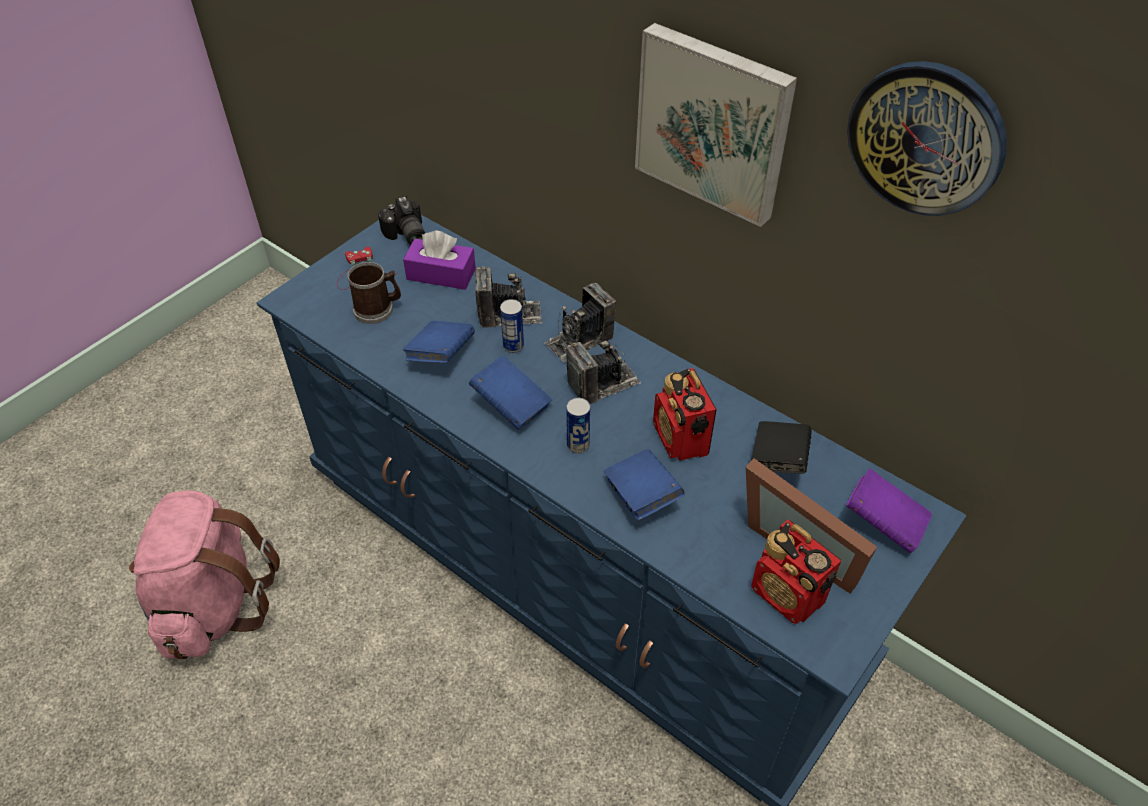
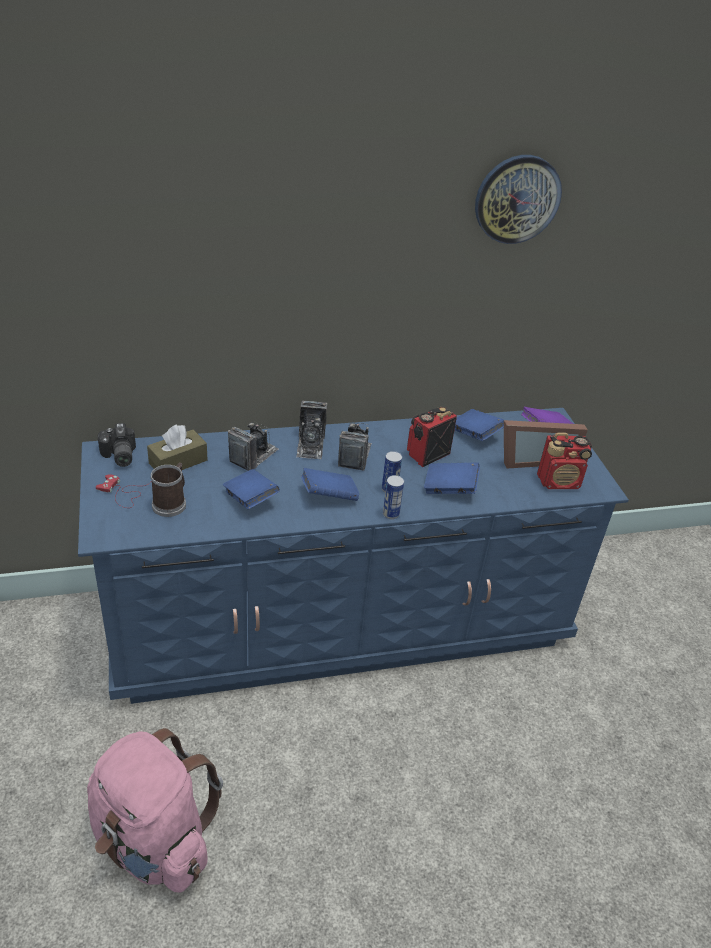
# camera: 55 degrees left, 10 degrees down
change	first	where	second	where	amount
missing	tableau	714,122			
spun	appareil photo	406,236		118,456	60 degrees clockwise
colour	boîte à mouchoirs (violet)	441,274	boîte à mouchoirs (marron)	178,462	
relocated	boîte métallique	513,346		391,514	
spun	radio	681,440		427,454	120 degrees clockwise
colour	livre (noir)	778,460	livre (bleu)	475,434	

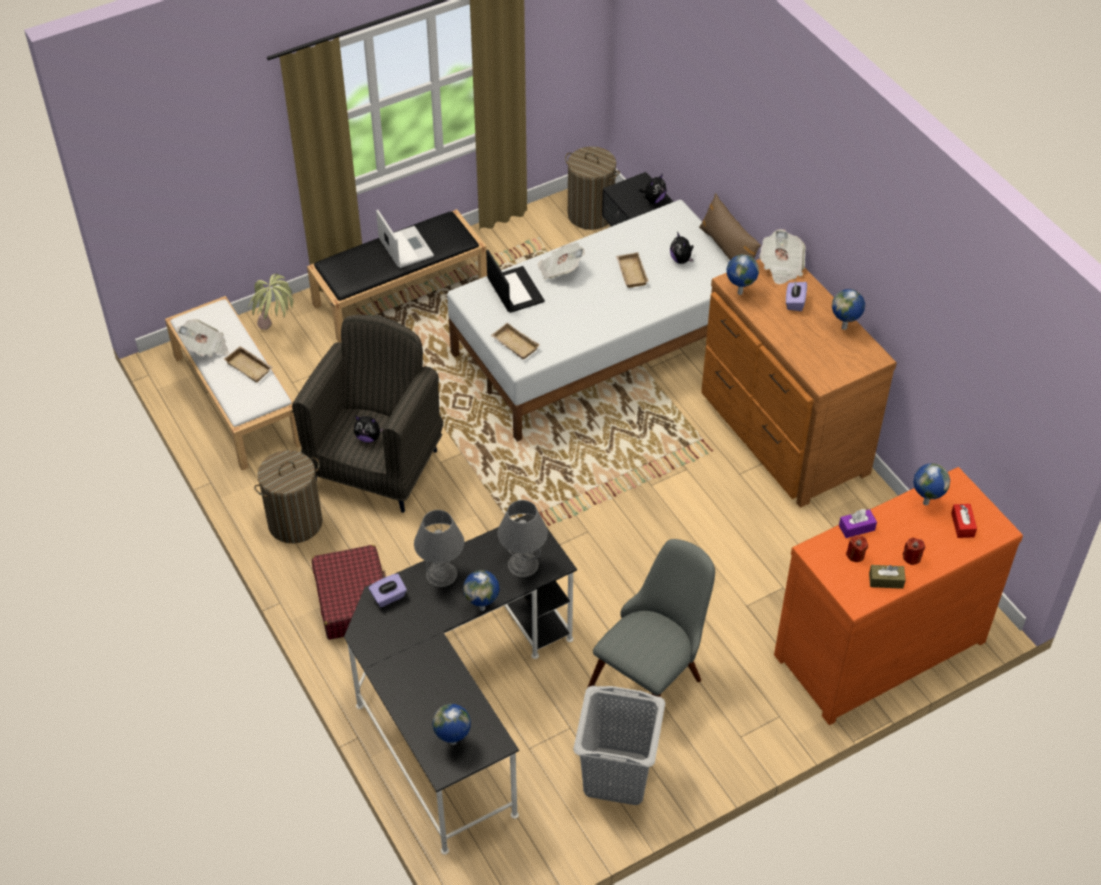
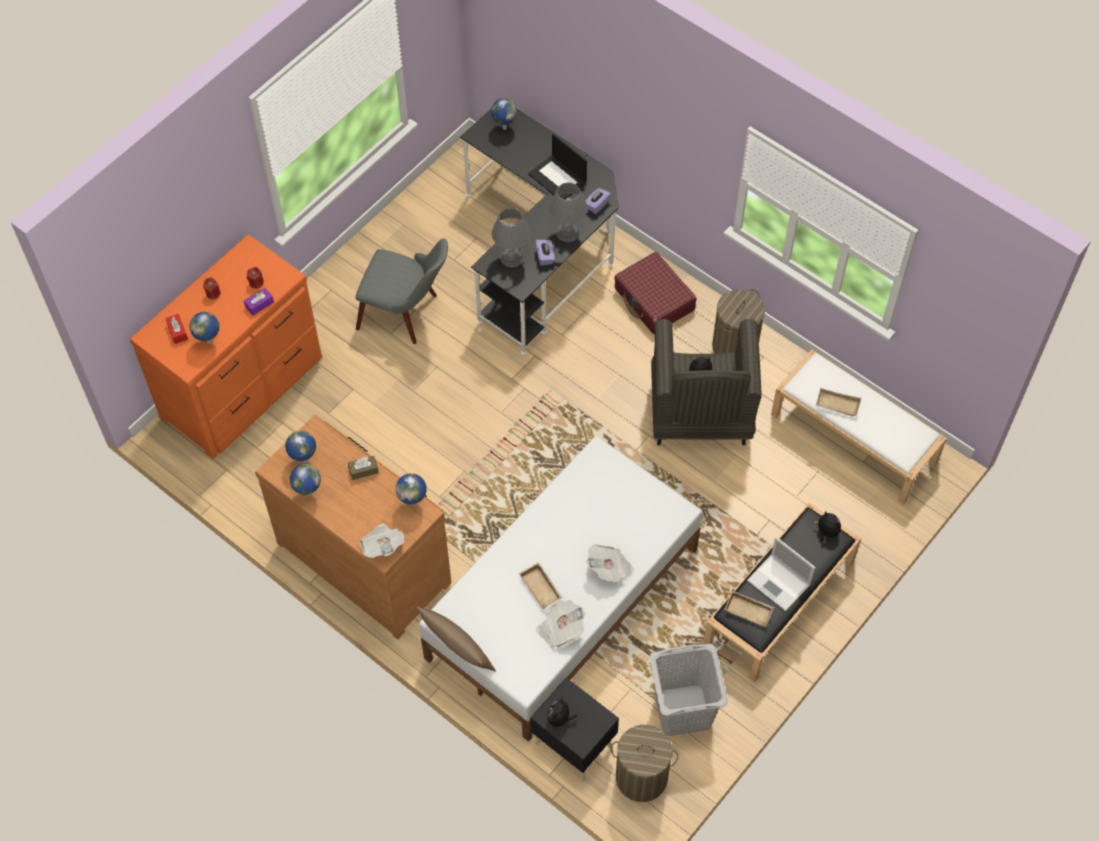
# camera: 160 degrees right, 10 degrees up
change	first	where	second	where	amount
relocated	peluche	681,260		826,532	
relocated	ordinateur portable	514,290		558,178	
missing	plante en pot	277,333			
relocated	boîte à mouchoirs (violet)	794,302		545,257	
relocated	journal	206,348		560,629	
relocated	plateau (beige)	513,344		749,610	
spun	chaise (gris)	653,675		407,313	90 degrees counterclockwise
relocated	boîte à mouchoirs (marron)	886,581		363,470	
relocated	globe	483,608		303,460	
relocated	panier à linge (gris)	617,775		682,710	

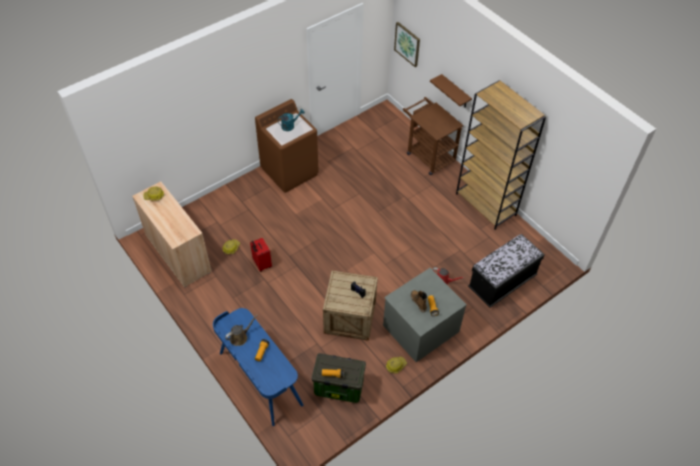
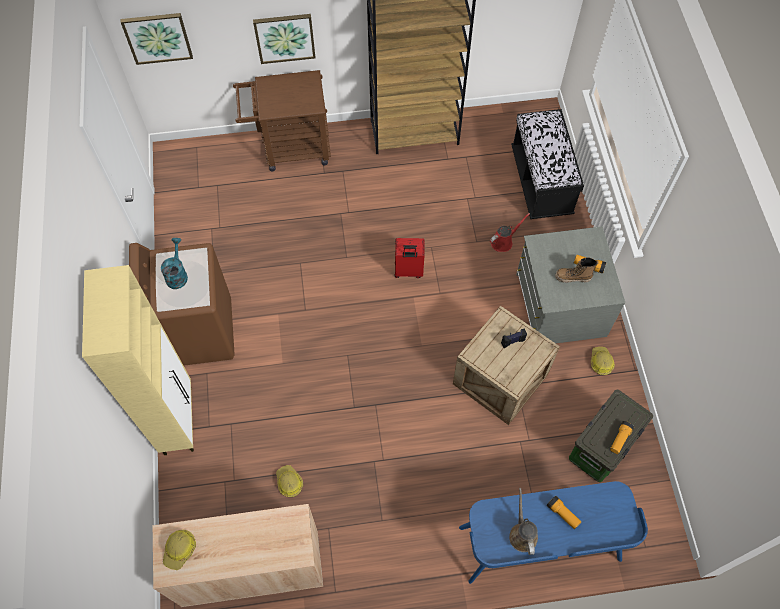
# camera: 60 degrees left, 10 degrees up
change	first	where	second	where	amount
exchanged	étagère (marron)	455,92	tableau	285,37	
relocated	valise (rouge)	261,264		408,271	
appeared			meuble de rangement (beige)	178,419	

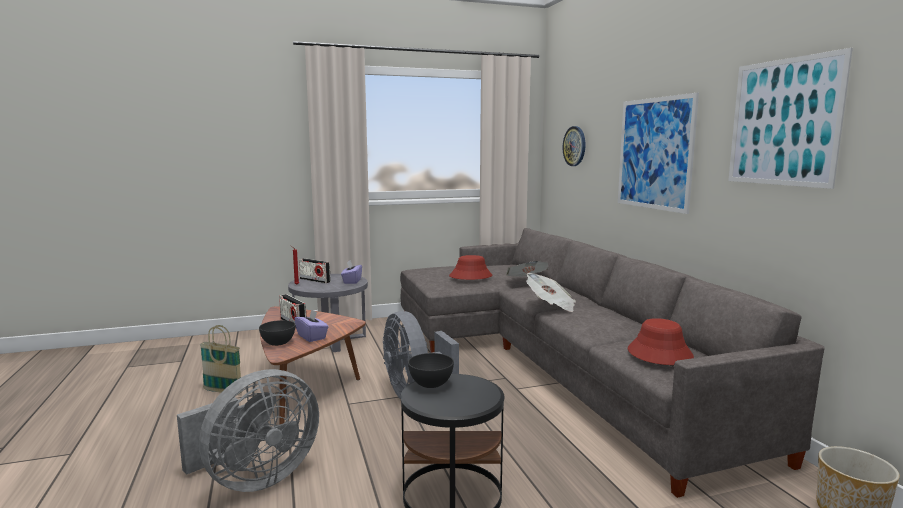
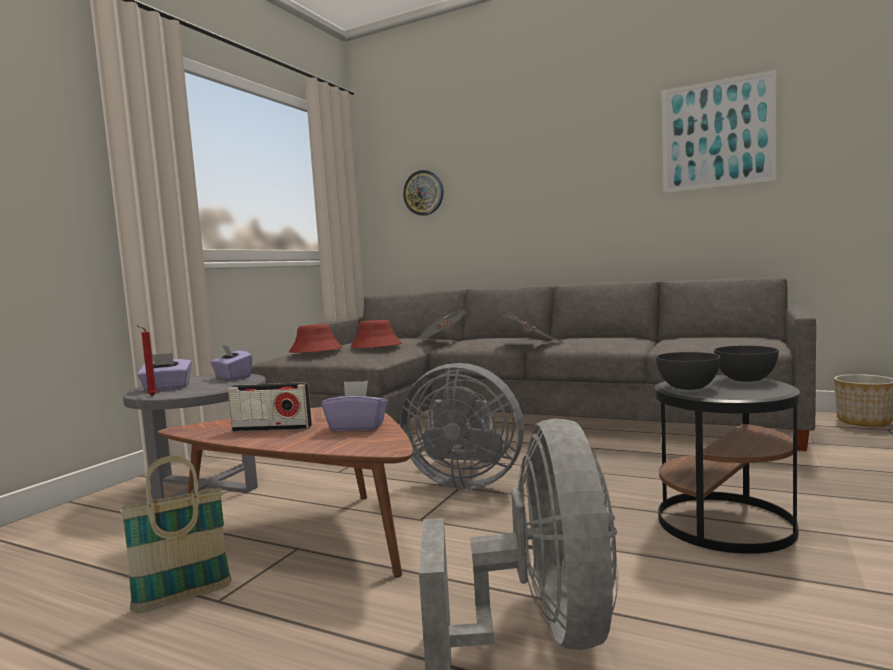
# camera: 45 degrees left, 5 degrees down
change	first	where	second	where	amount
missing	tableau	654,153			
exchanged	radio	315,280	boîte à mouchoirs (violet)	167,388	
relocated	chapeau (rouge)	659,354		315,351	
relocated	bol (gris)	278,343		745,380	

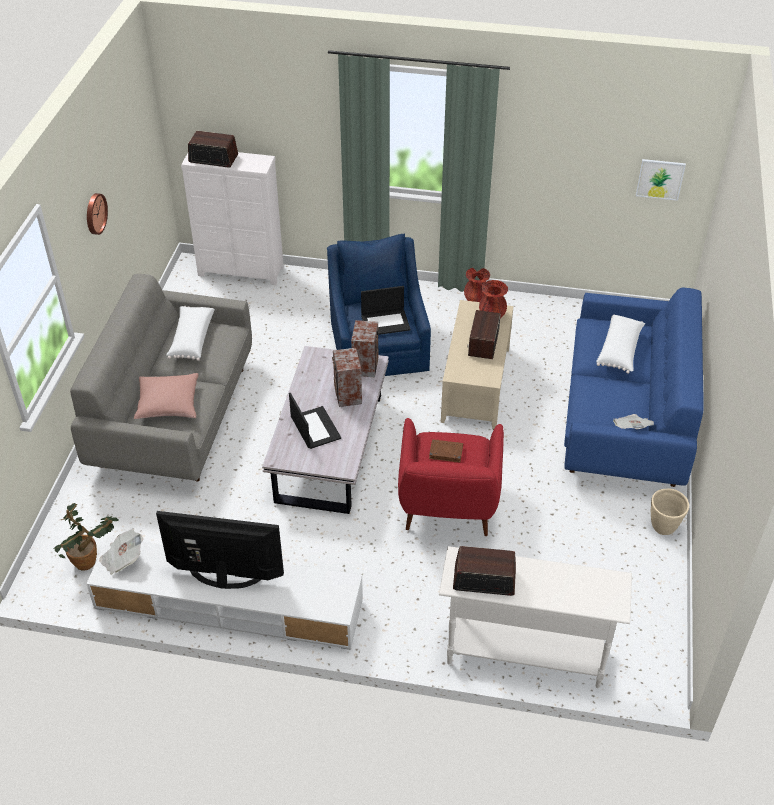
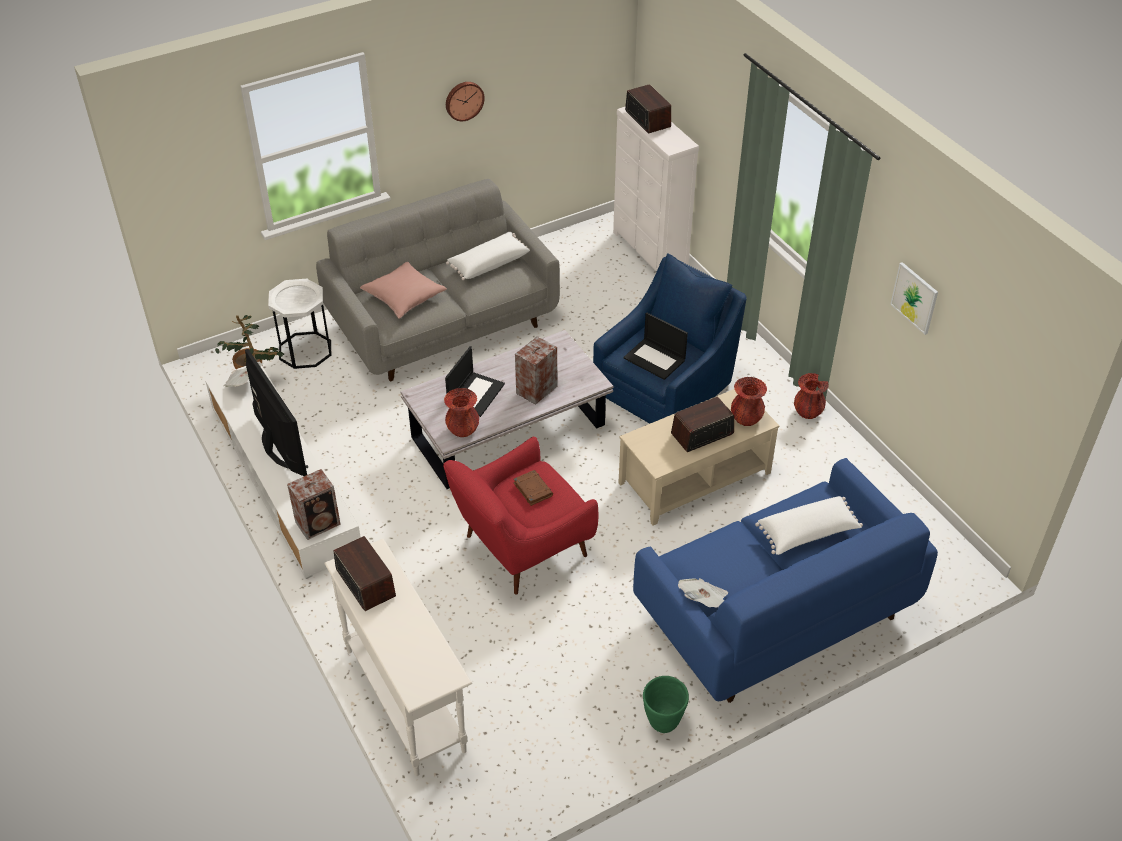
# camera: 50 degrees right, 0 degrees up
change	first	where	second	where	amount
relocated	tableau	660,179		915,297	
relocated	enceinte	366,365		319,523	
colour	cache-pot (beige)	663,527	cache-pot (vert)	663,722	
appeared			table d'appoint (blanc)	305,350	
appeared			vase (rouge)	463,430	

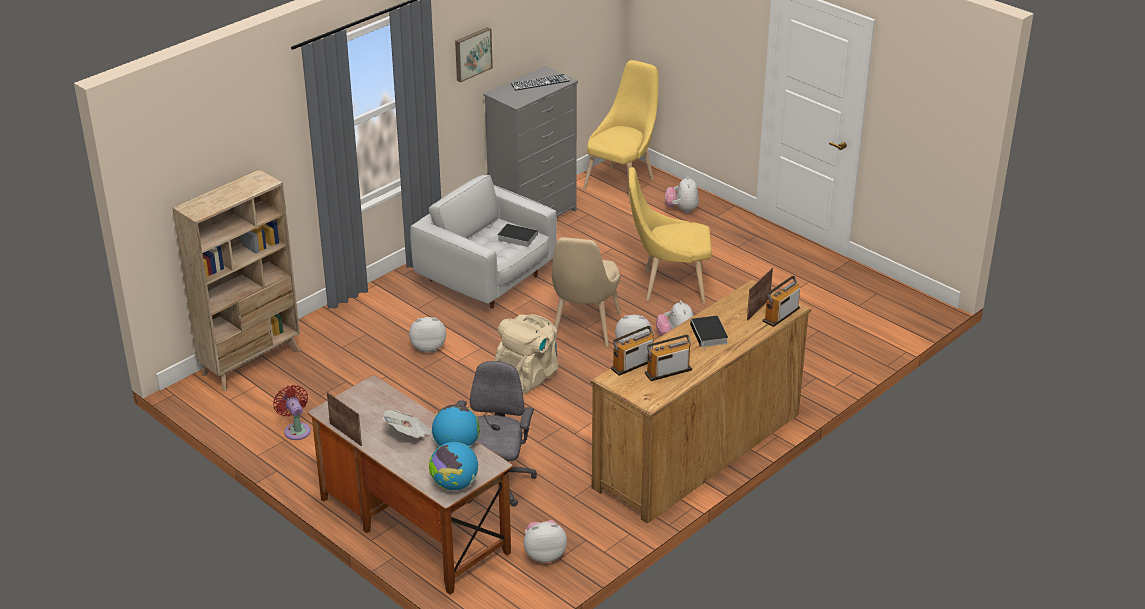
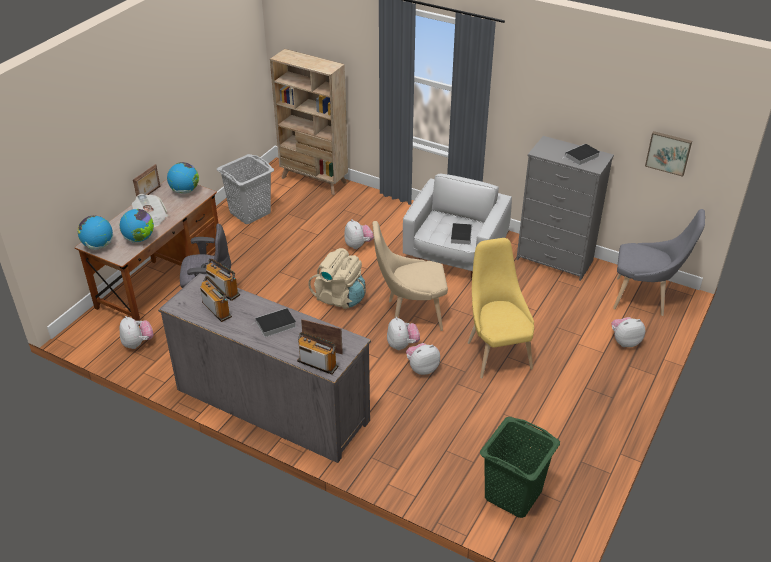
# camera: 75 degrees right, 5 degrees up
change	first	where	second	where	amount
relocated	tableau	472,53		668,152	
colour	chaise (jaune)	622,182	chaise (gris)	644,298	
exchanged	clavier	540,82	livre	581,157	
colour	commode (marron)	697,450	commode (gris)	272,405	
exchanged	ventilateur (rouge)	296,429	panier à linge (gris)	249,212	
appeared			globe	185,191	
appeared			panier à linge (vert)	512,494	

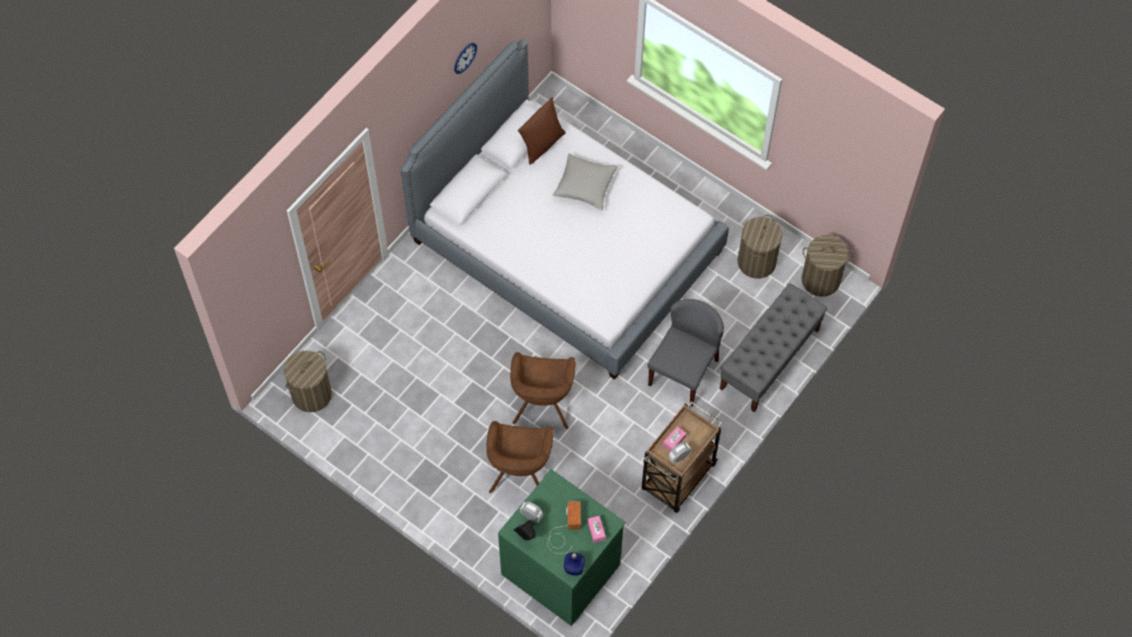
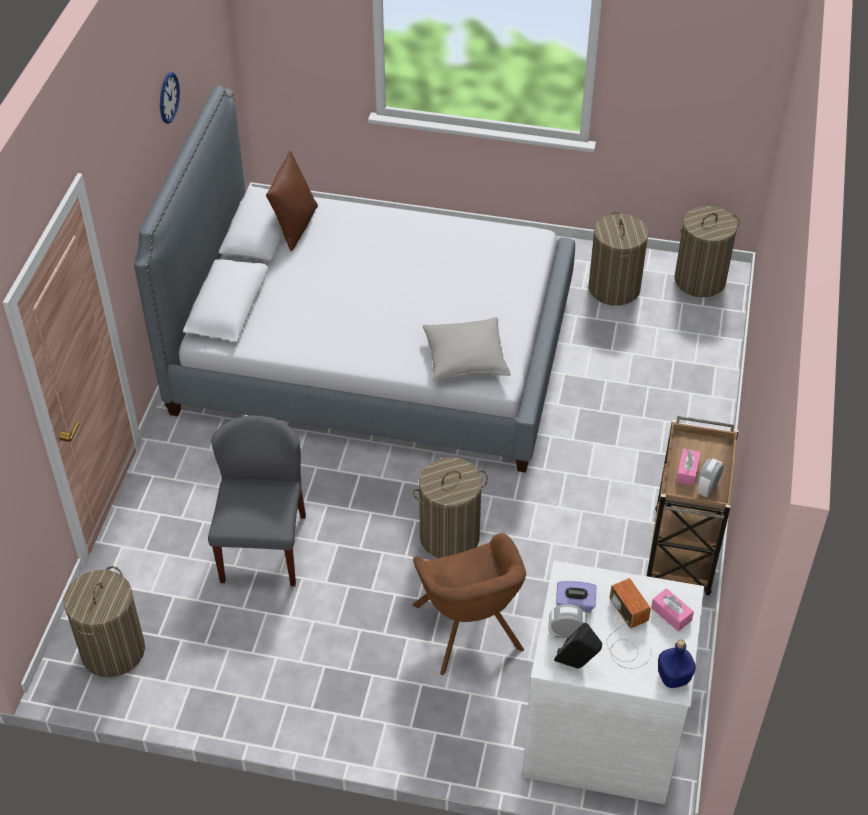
# camera: 25 degrees left, 15 degrees down
change	first	where	second	where	amount
relocated	coussin (gris)	585,186		465,359	
missing	banc (gris)	769,359			
relocated	chaise (gris)	683,372		263,547	
exchanged	fauteuil (marron)	542,404	panier à linge	449,537	
colour	commode (vert)	561,568	commode (blanc)	602,731	
appeared			boîte à mouchoirs (violet)	575,604	

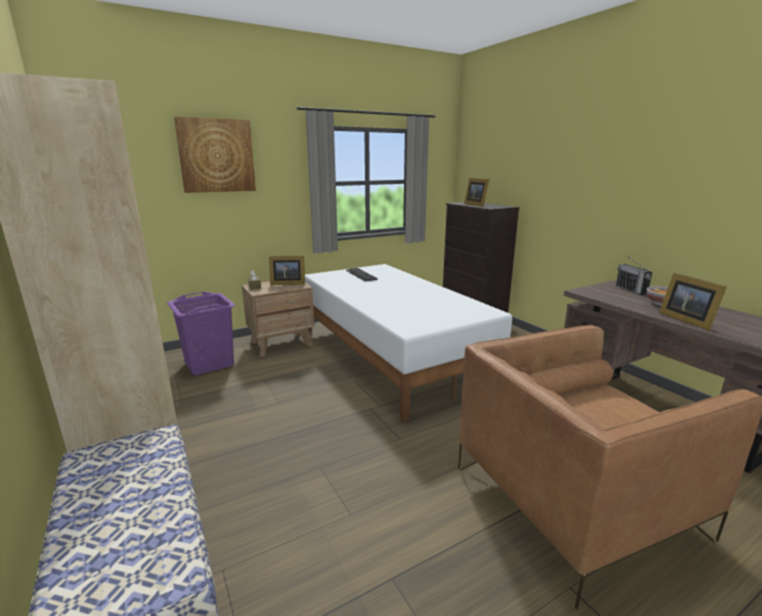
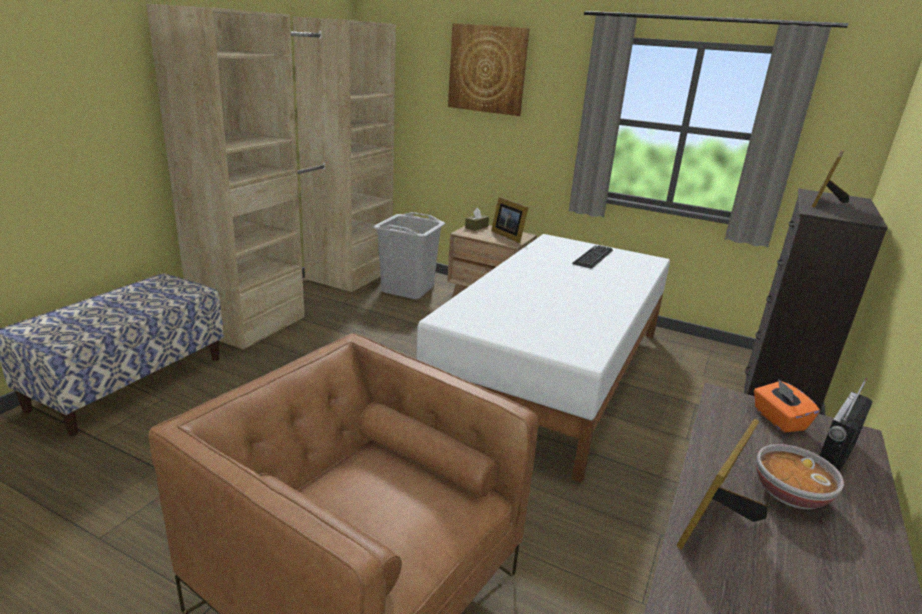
# camera: 55 degrees right, 5 degrees up
change	first	where	second	where	amount
colour	panier à linge (violet)	209,364	panier à linge (gris)	407,289	
appeared			boîte à mouchoirs (orange)	778,420	

